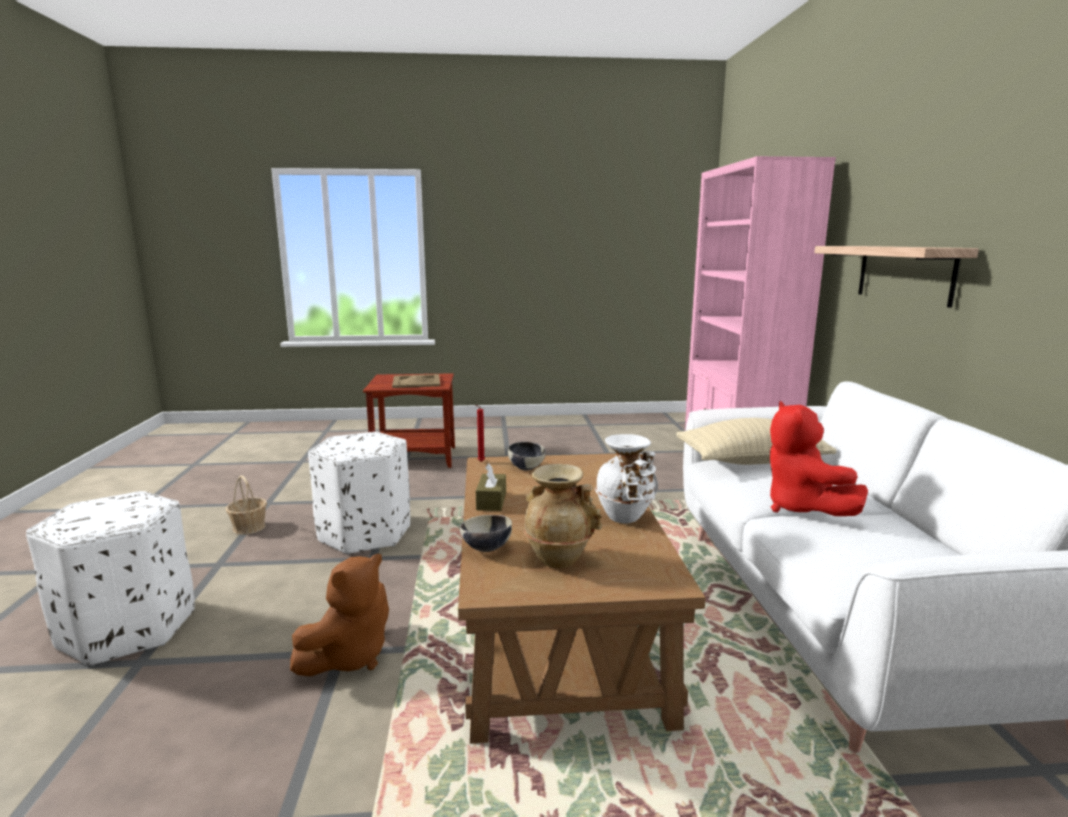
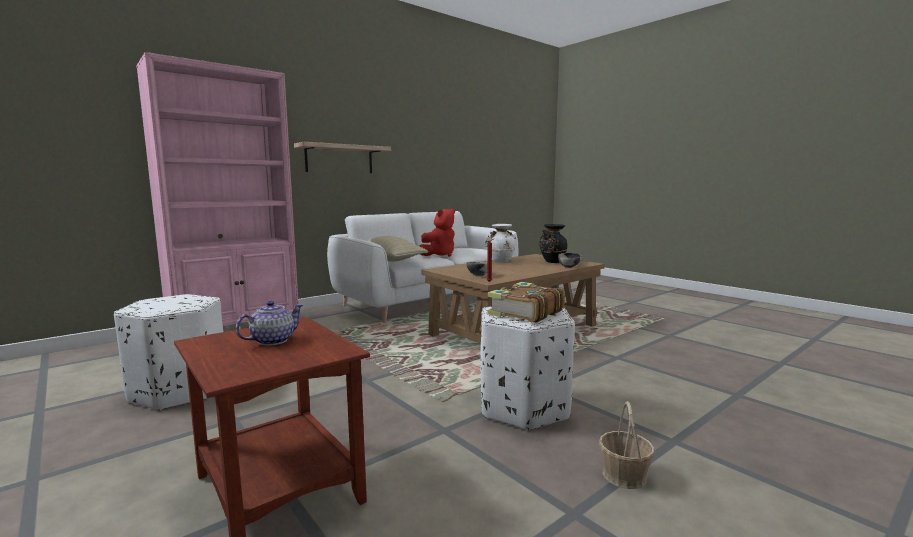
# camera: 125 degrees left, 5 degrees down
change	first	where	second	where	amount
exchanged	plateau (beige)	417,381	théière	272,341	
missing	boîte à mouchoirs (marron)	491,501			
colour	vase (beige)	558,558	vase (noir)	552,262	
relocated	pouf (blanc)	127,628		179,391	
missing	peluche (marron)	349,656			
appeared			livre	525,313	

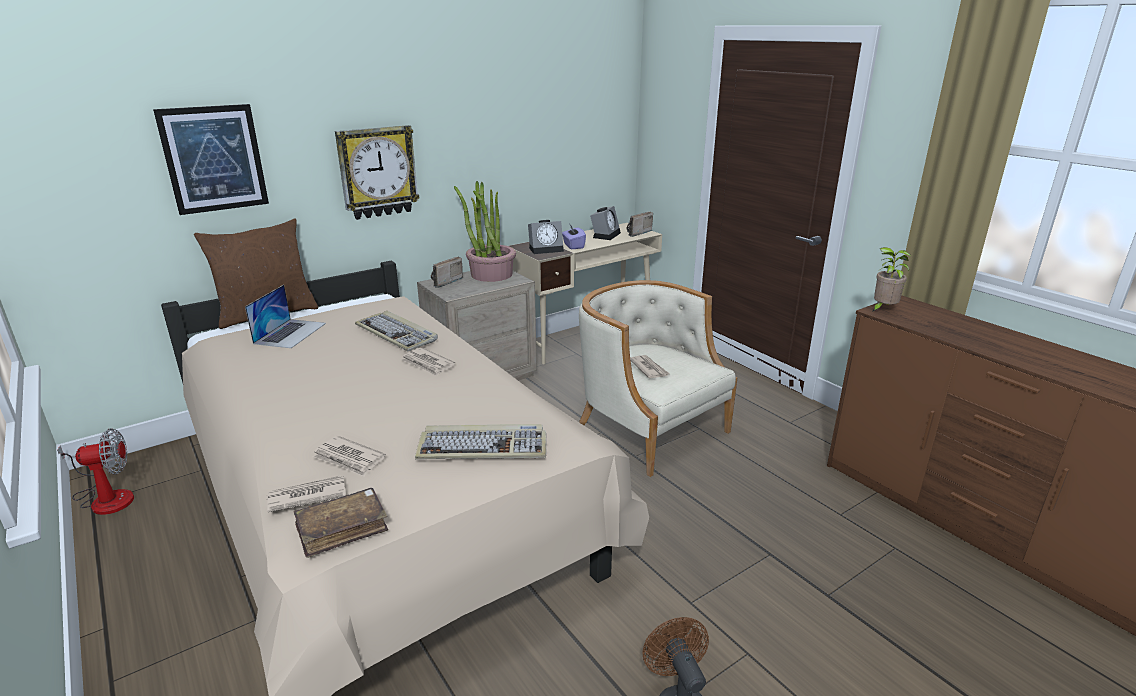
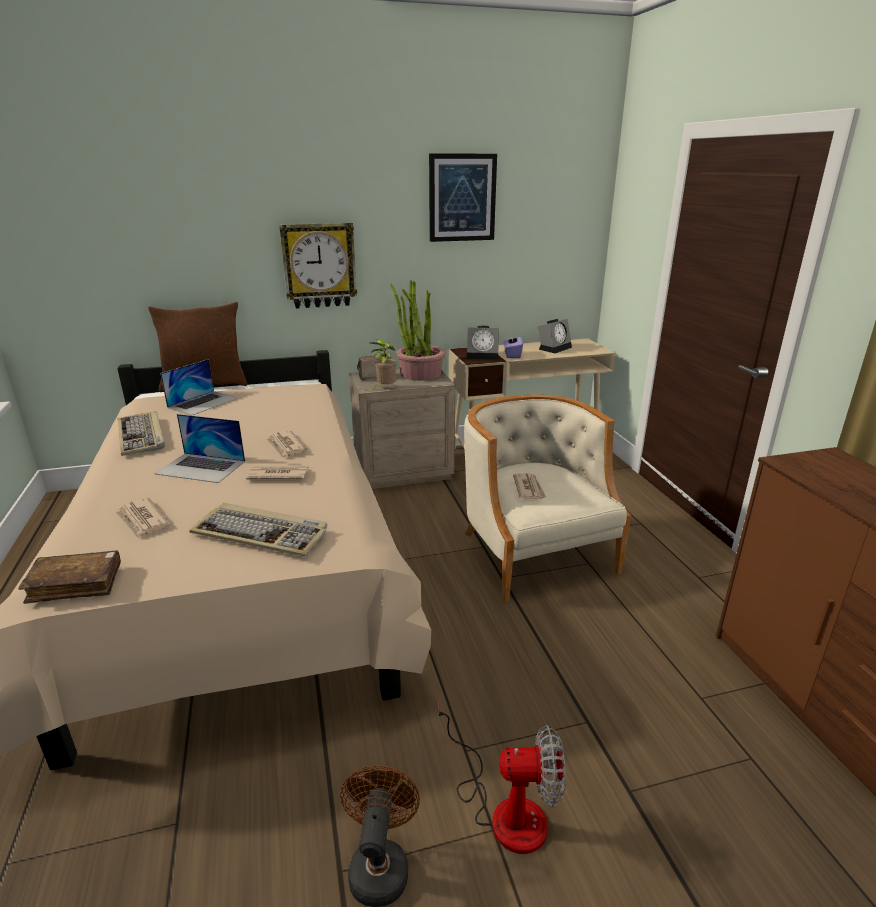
# camera: 20 degrees right, 0 degrees up
change	first	where	second	where	amount
relocated	tableau	214,159		462,198	
missing	radio	636,233			
relocated	plante en pot	882,309		385,388	
relocated	clavier	397,334		142,436	
relocated	ventilateur	106,498		504,809	
relocated	journal	306,496		278,475	
appeared			ordinateur portable	201,467	

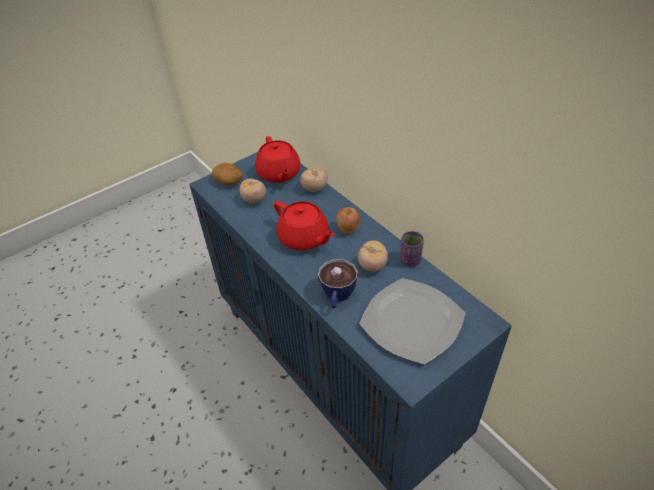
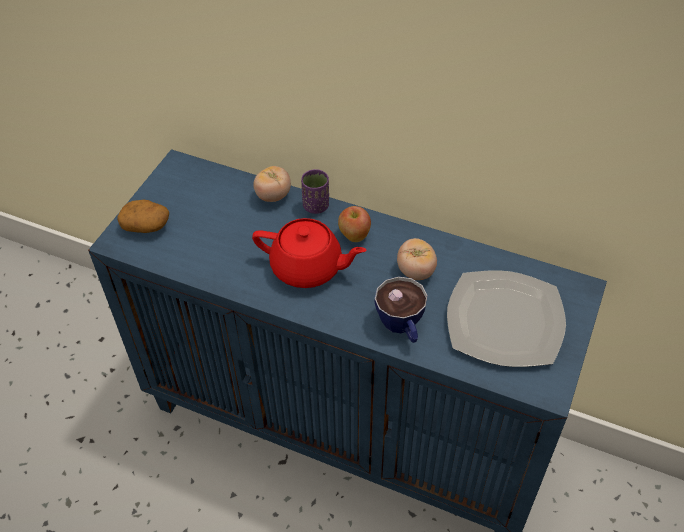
# camera: 30 degrees left, 5 degrees up
change	first	where	second	where	amount
missing	théière (rouge)	279,174			
missing	tomate	254,199			
relocated	tasse (violet)	410,260		316,206	

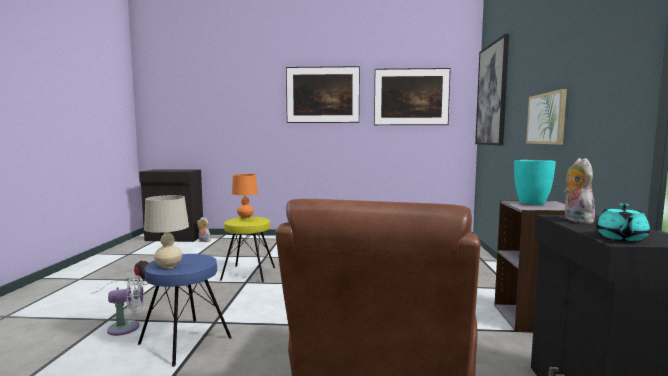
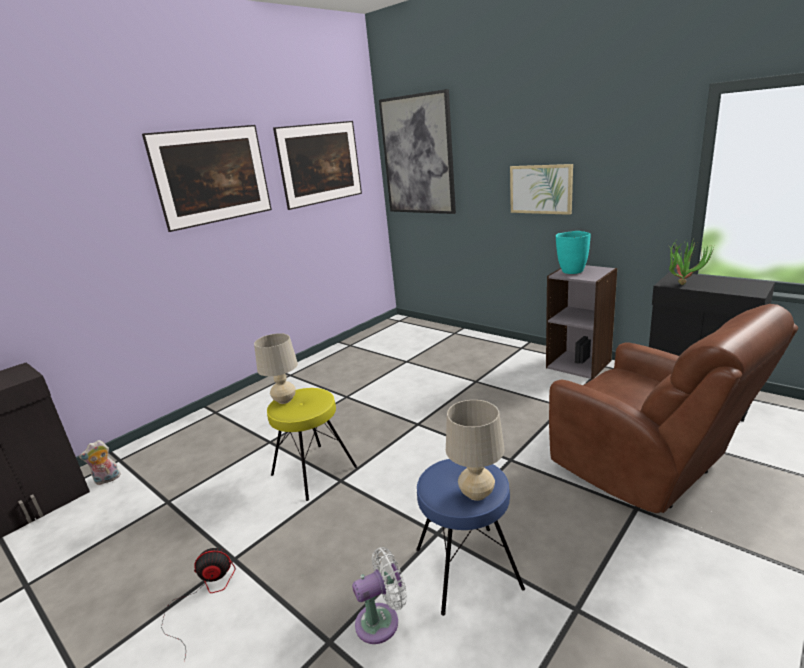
# camera: 50 degrees left, 15 degrees up
change	first	where	second	where	amount
exchanged	peluche	575,220	plante en pot	683,283	
colour	lampe de table (orange)	245,217	lampe de table (beige)	284,400	
missing	théière (turquoise)	621,238			
spun	ventilateur (blanc)	127,328		381,621	45 degrees clockwise

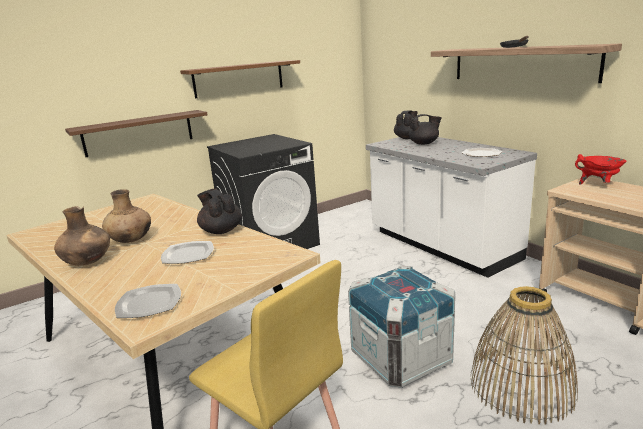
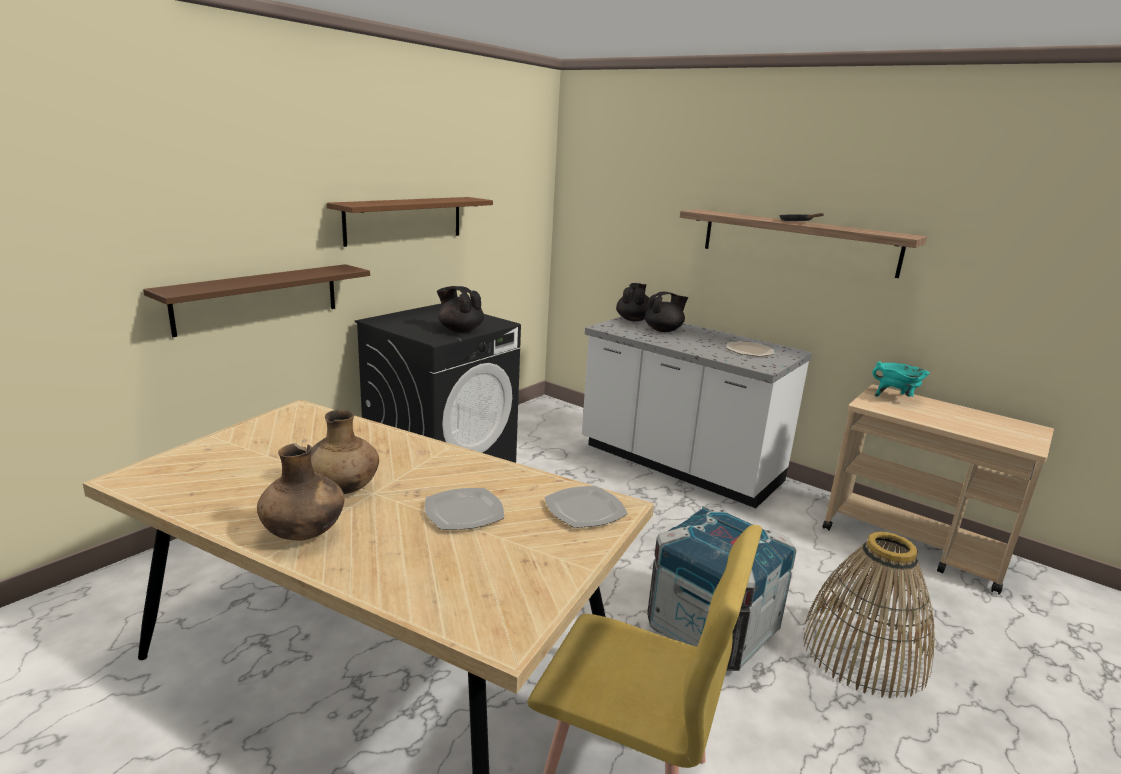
# camera: 20 degrees left, 0 degrees up
change	first	where	second	where	amount
colour	marmite (rouge)	598,185	marmite (turquoise)	895,398	
relocated	théière (noir)	221,230		460,330	
relocated	assiette	150,303		586,509	

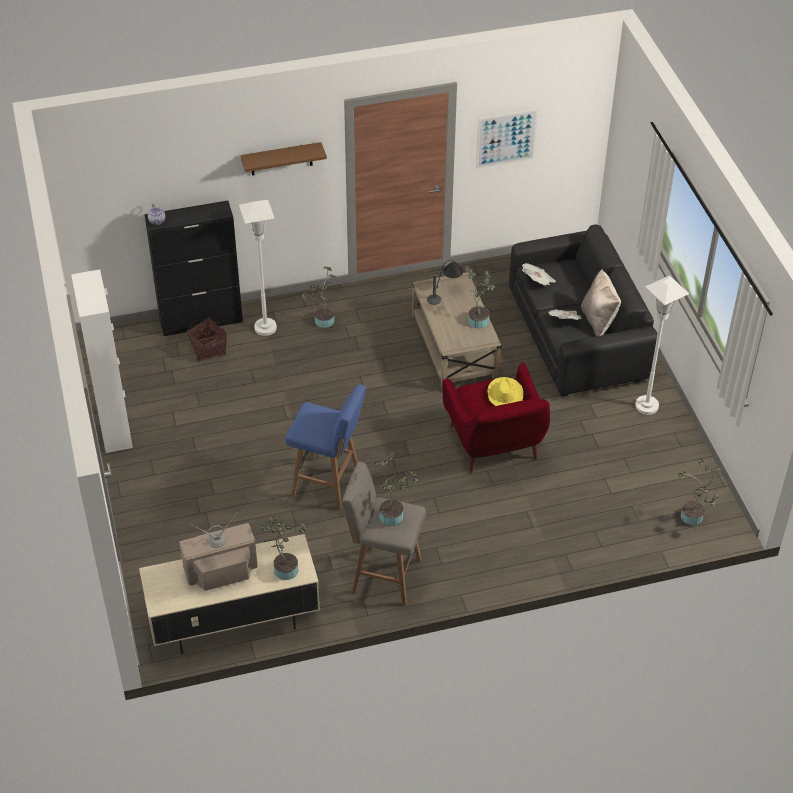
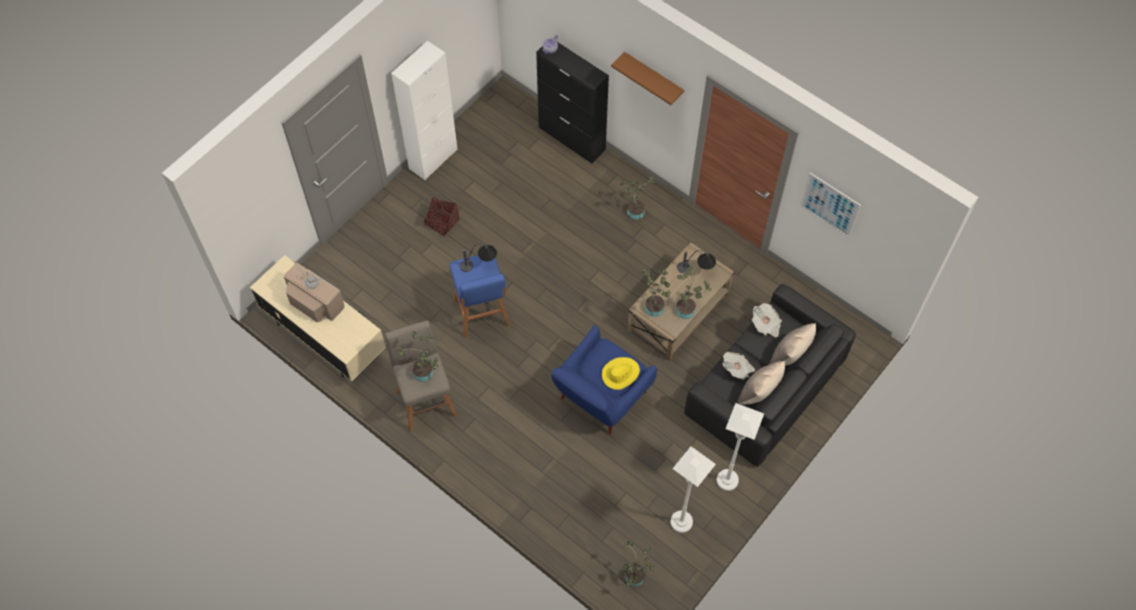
# camera: 55 degrees right, 15 degrees up
change	first	where	second	where	amount
relocated	lampadaire (blanc)	265,328		681,522	
relocated	panier	208,349		442,222	
colour	fauteuil (rouge)	494,446	fauteuil (bleu)	600,398	
relocated	plante en pot	284,568		655,306	
appeared			lampe de table	480,265	
appeared			coussin (beige)	790,355	

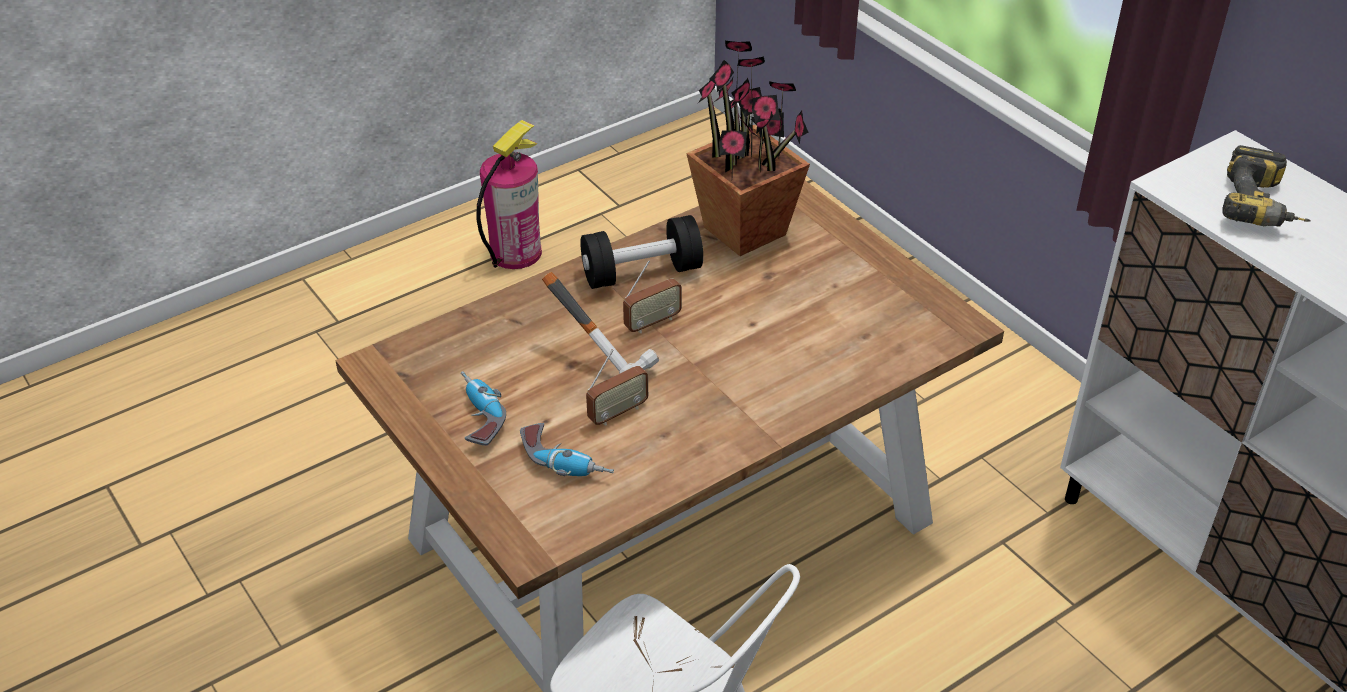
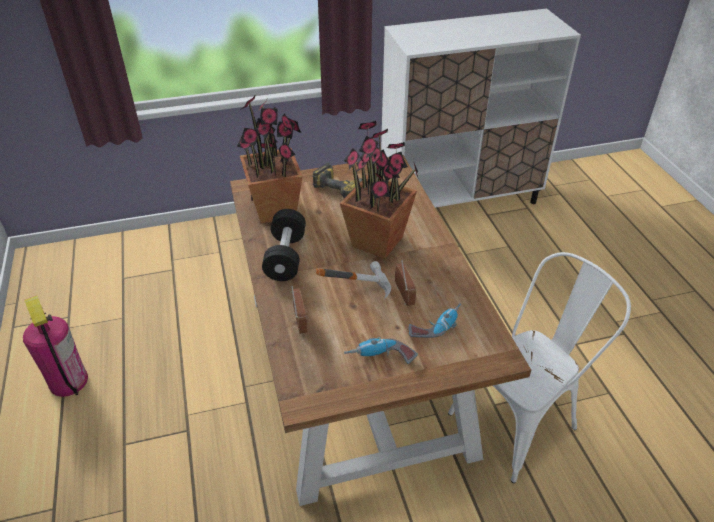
# camera: 70 degrees left, 0 degrees up
change	first	where	second	where	amount
relocated	perceuse	1262,207		342,187	
relocated	radio	652,322		299,321	
appeared			plante en pot	378,242	

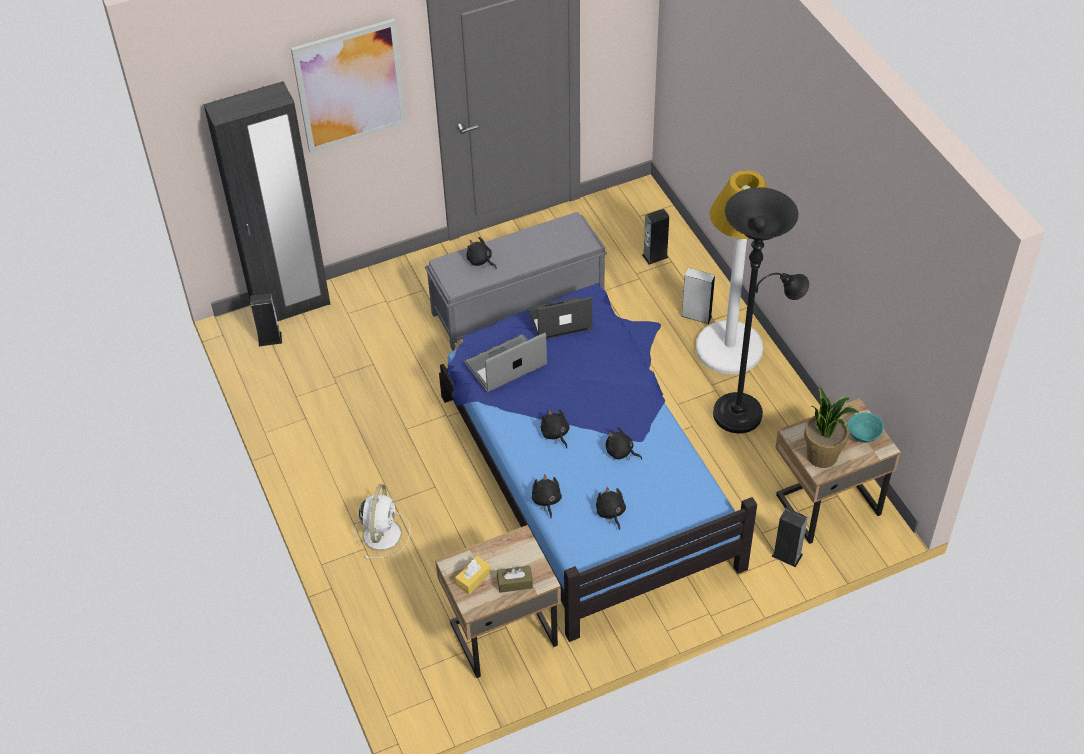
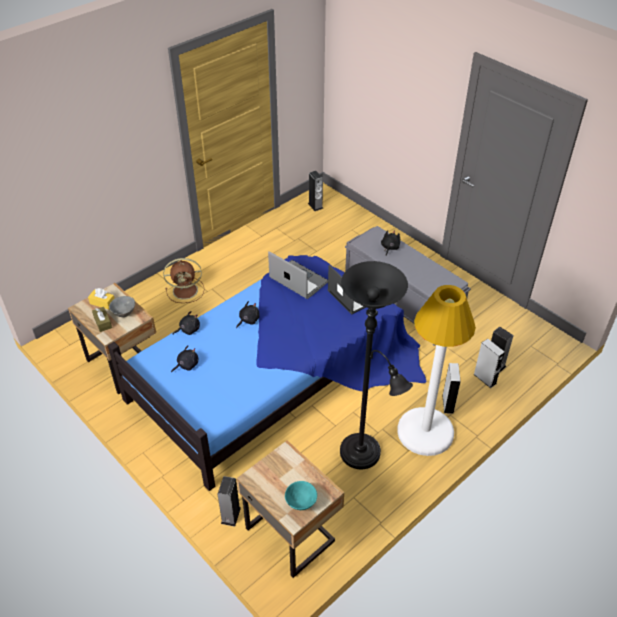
# camera: 70 degrees right, 5 degrees down
change	first	where	second	where	amount
missing	tableau	350,85			
missing	armoire (noir)	291,306			
missing	plante en pot	822,456			
missing	peluche (noir)	621,452			
colour	ventilateur (blanc)	382,533	ventilateur (marron)	186,290	
appeared			bol (gris)	123,313	
appeared			enceinte (gris)	485,379	

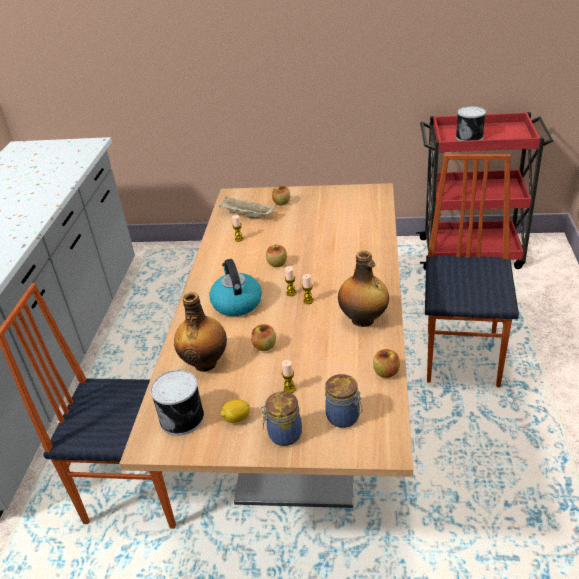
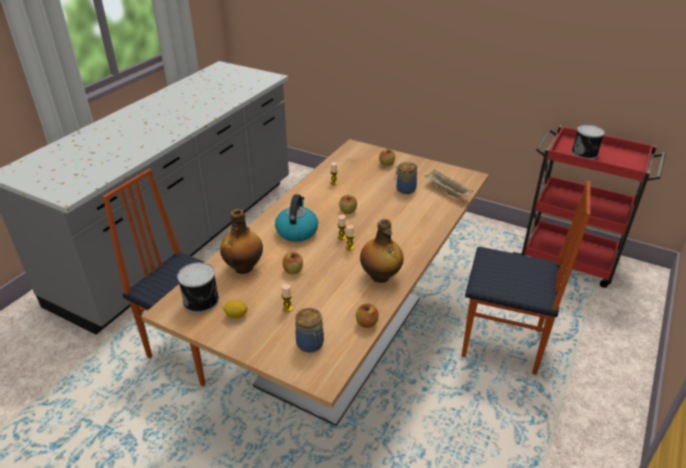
# camera: 20 degrees right, 0 degrees up
change	first	where	second	where	amount
spun	chaise	463,357		502,345	75 degrees clockwise
relocated	plateau (beige)	246,215		446,191	
relocated	bocal	283,435		405,189	

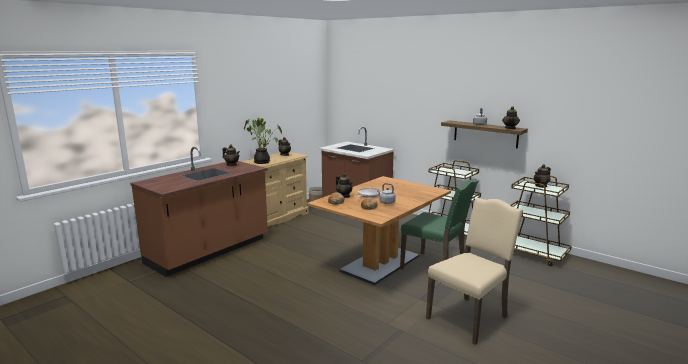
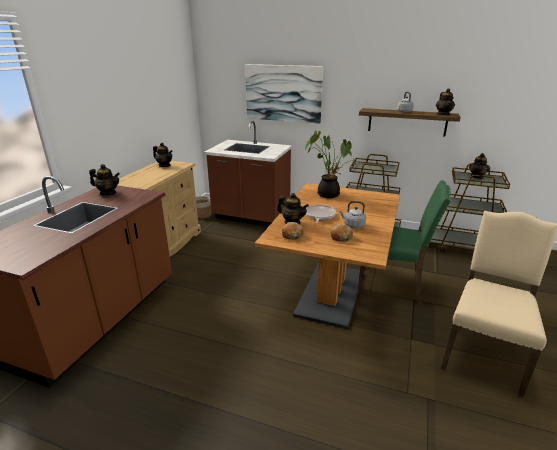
# camera: 20 degrees left, 10 degrees up
change	first	where	second	where	amount
relocated	plante en pot	263,162		329,194	
appeared			tableau	283,93	

